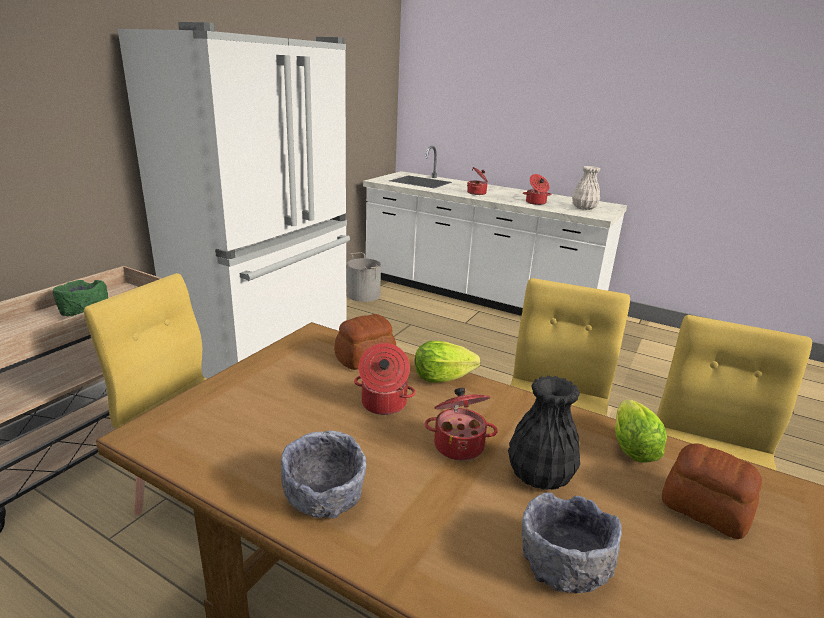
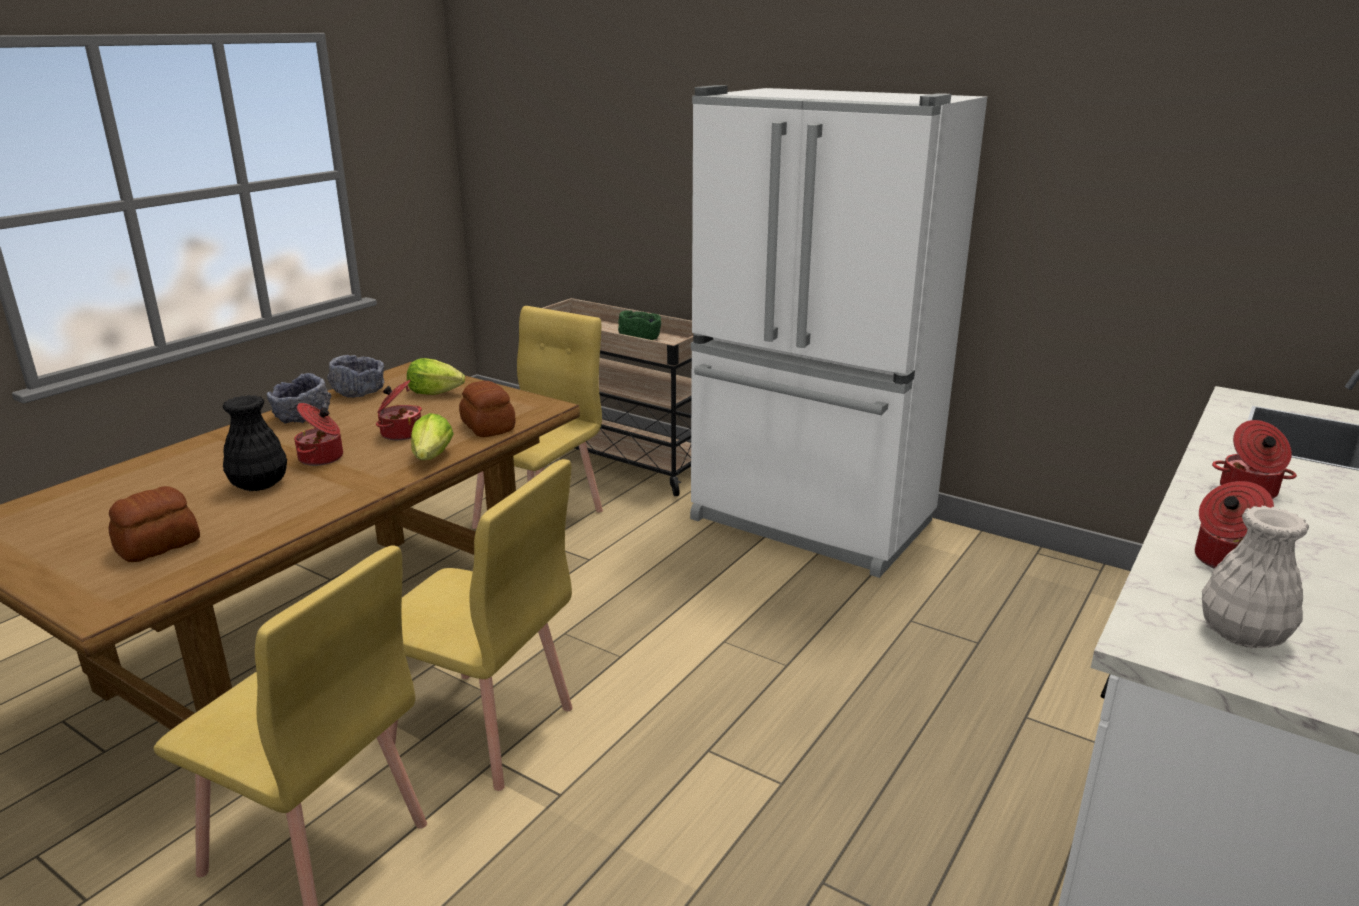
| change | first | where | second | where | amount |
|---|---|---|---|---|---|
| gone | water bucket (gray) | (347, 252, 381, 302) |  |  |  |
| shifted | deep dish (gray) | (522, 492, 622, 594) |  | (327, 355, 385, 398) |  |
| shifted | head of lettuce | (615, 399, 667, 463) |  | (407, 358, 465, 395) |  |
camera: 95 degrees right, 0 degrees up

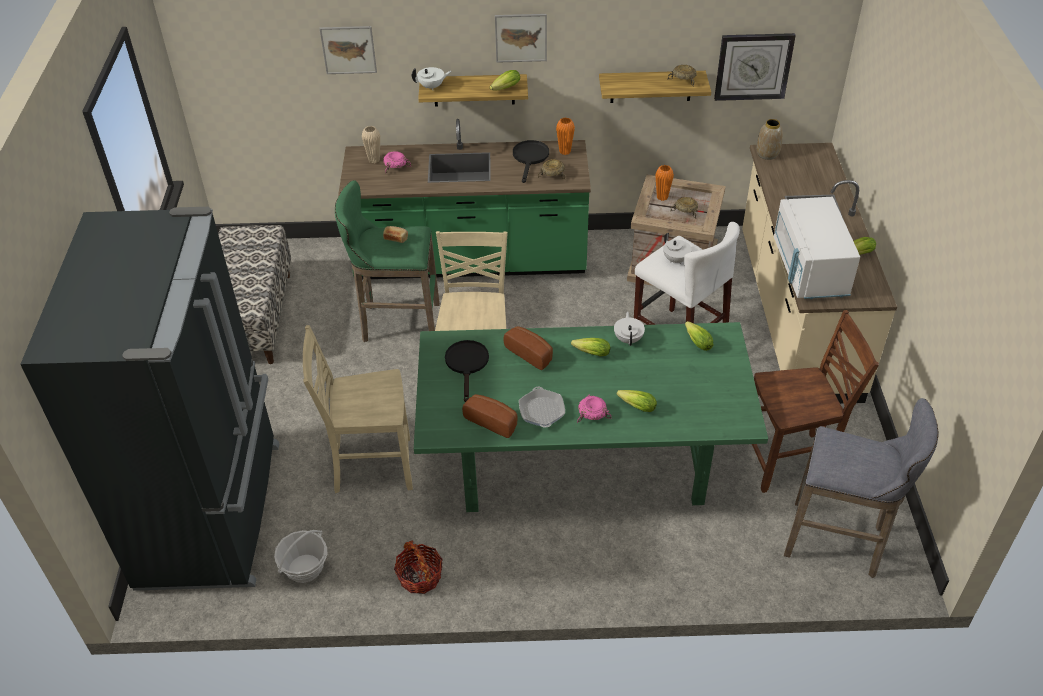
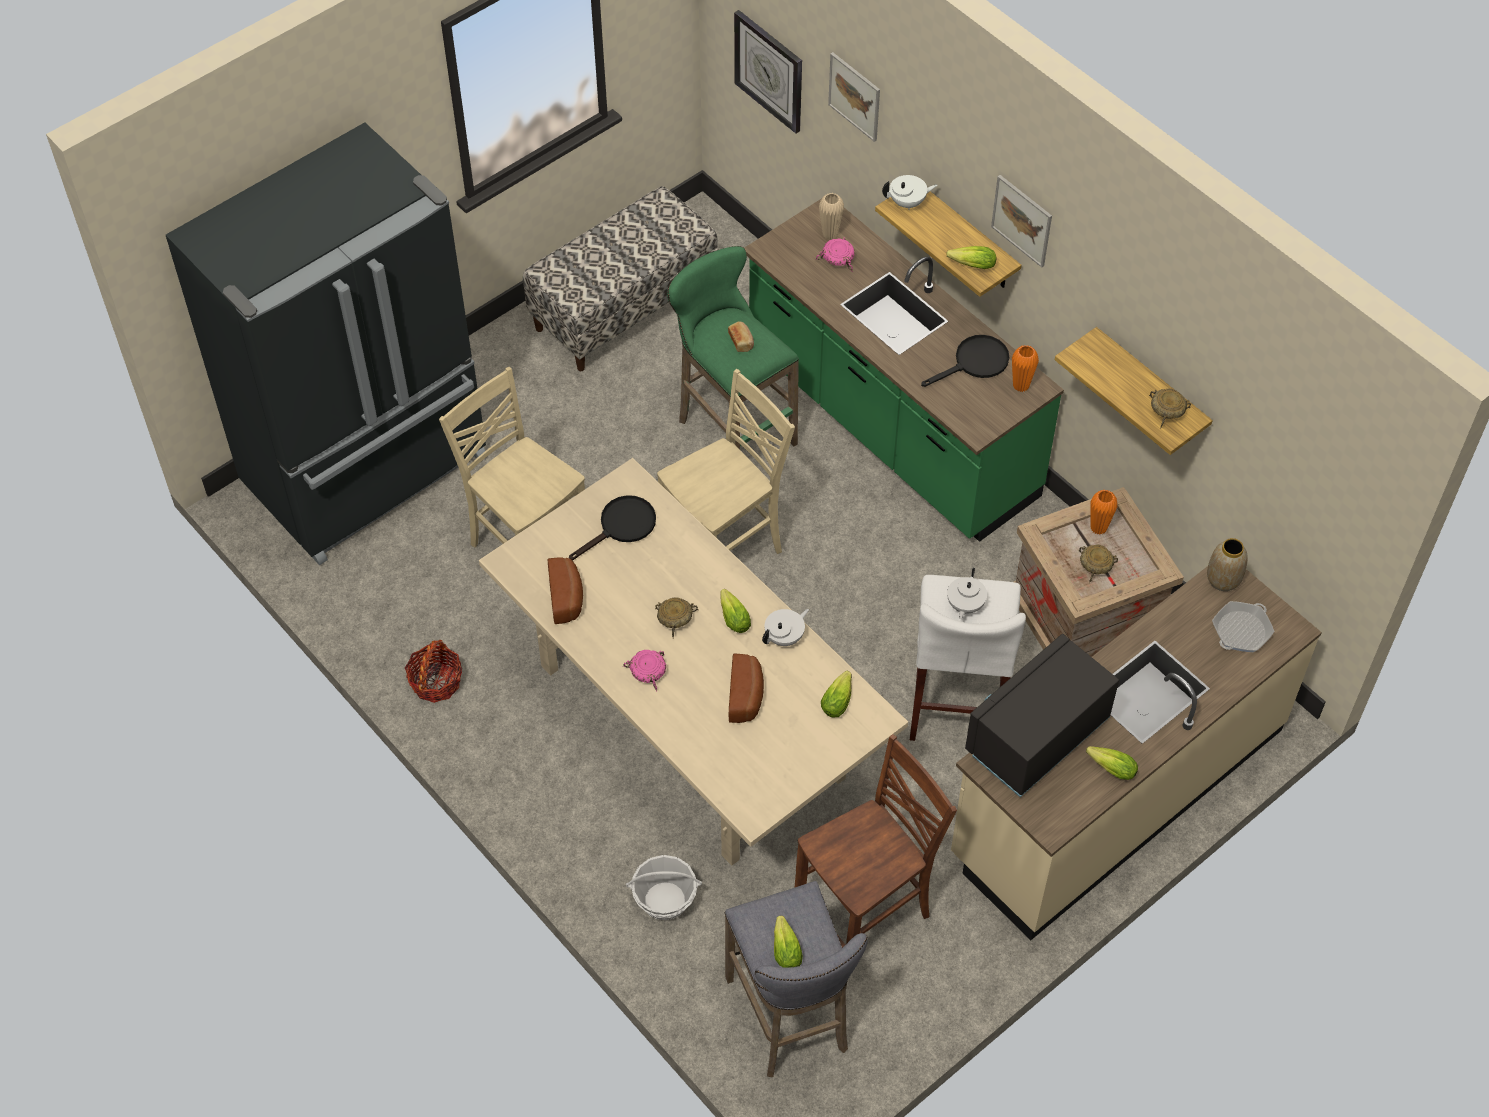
| change | first | where | second | where | amount |
|---|---|---|---|---|---|
| shifted | storage basket | (274, 530, 327, 583) |  | (626, 855, 702, 920) |  |
| rotated | teapot (white) | (412, 67, 451, 90) |  | (882, 175, 938, 210) | 45 degrees counterclockwise |
| repainted | dinner table (green) | (414, 322, 768, 512) | dinner table (beige-coloured) | (479, 458, 908, 866) |  |
| shifted | bread | (504, 326, 553, 370) |  | (729, 653, 764, 723) |  |
| shifted | skillet | (519, 387, 565, 427) |  | (1212, 601, 1274, 652) |  |
| shifted | deep dish (beige-coloured) | (538, 158, 565, 179) |  | (655, 597, 699, 639) |  |
| shifted | head of lettuce | (617, 390, 657, 412) |  | (774, 916, 803, 968) |  |
| shifted | wall clock | (714, 33, 796, 101) |  | (734, 10, 802, 134) |  |
| rotated | upright chair (brown-coloured) | (752, 310, 879, 493) |  | (795, 734, 957, 948) | 75 degrees counterclockwise |
| repainted | microwave oven (white) | (774, 197, 860, 299) | microwave oven (blackish) | (965, 634, 1119, 797) |  |
camera: 50 degrees right, 10 degrees up

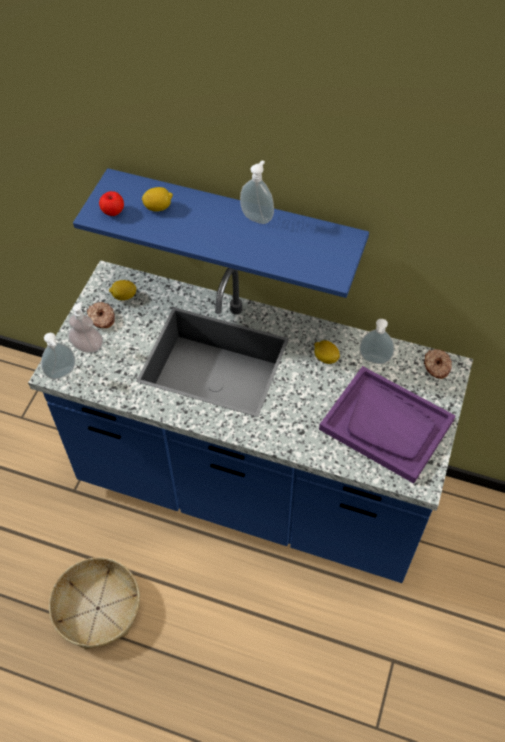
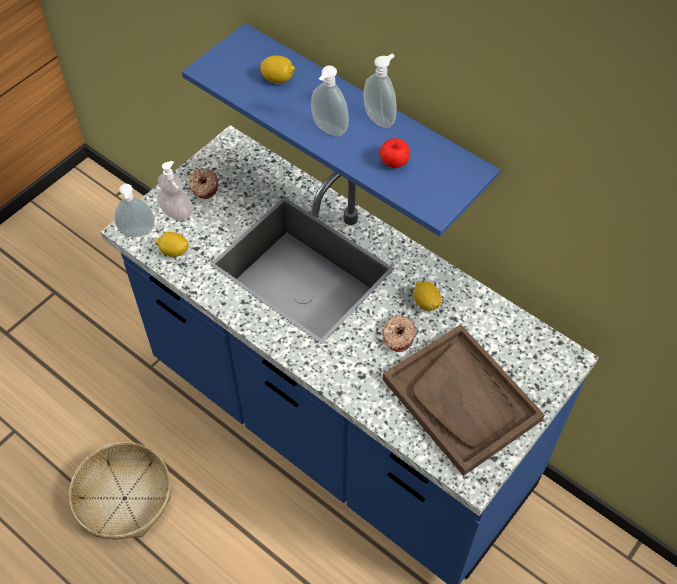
| change | first | where | second | where | amount |
|---|---|---|---|---|---|
| shifted | whole apple | (99, 191, 124, 216) |  | (380, 138, 410, 168) |  |
| shifted | lemon | (109, 280, 137, 300) |  | (156, 232, 189, 257) |  |
| repainted | serving tray (purplish) | (319, 366, 456, 484) | serving tray (brown-coloured) | (383, 324, 545, 476) |  |
| shifted | liquid soap bottle | (359, 319, 394, 364) |  | (311, 65, 349, 136) |  |
| shifted | doughnut | (424, 349, 452, 379) |  | (382, 314, 416, 352) |  |
camera: 20 degrees right, 0 degrees up

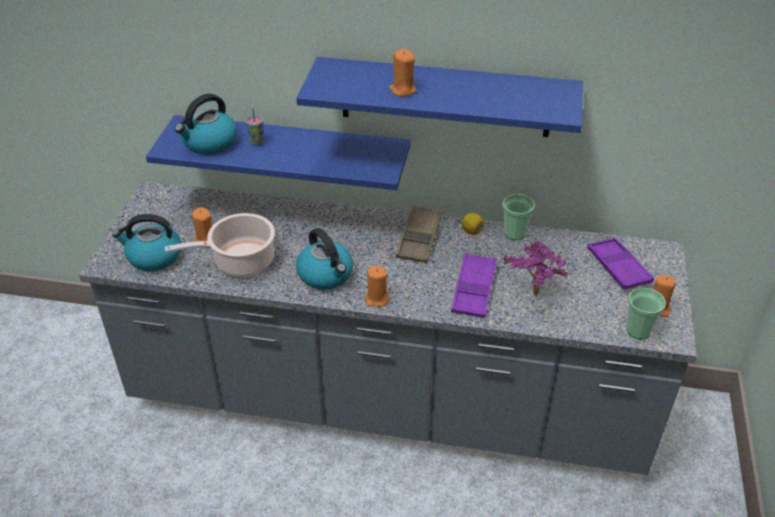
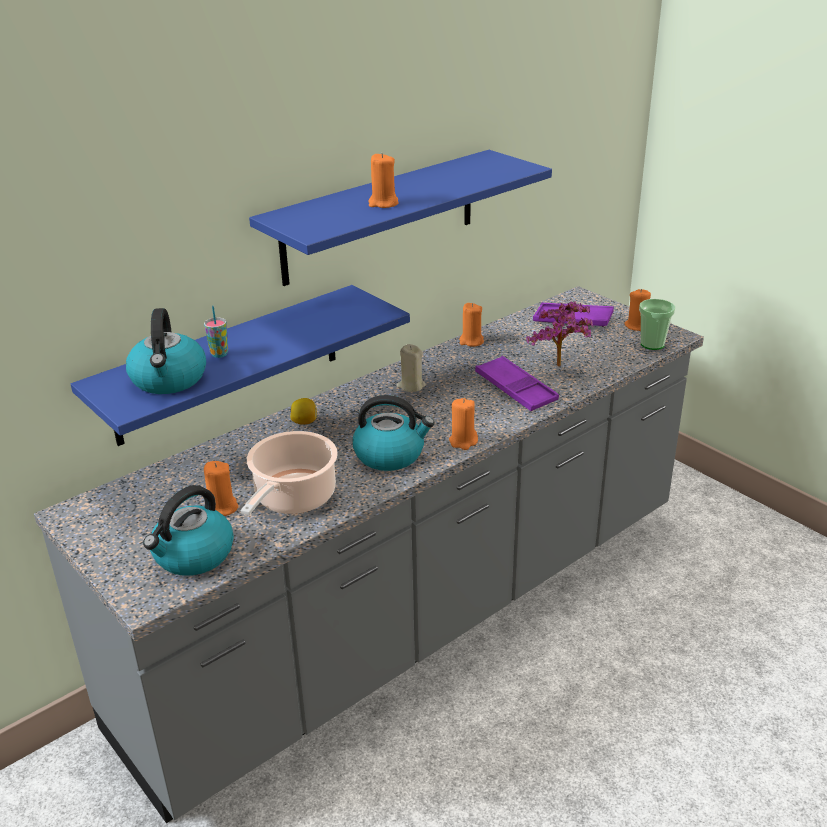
| change | first | where | second | where | amount |
|---|---|---|---|---|---|
| swapped | serving tray (brown-coloured) | (396, 205, 442, 263) | wax light (beige-coloured) | (396, 344, 426, 392) |  |
| shifted | lemon | (462, 213, 485, 235) |  | (290, 398, 317, 425) |  |
| swapped | drinking cup | (502, 194, 535, 240) | wax light (orange-coloured) | (459, 303, 484, 347) |  |
camera: 50 degrees left, 10 degrees down

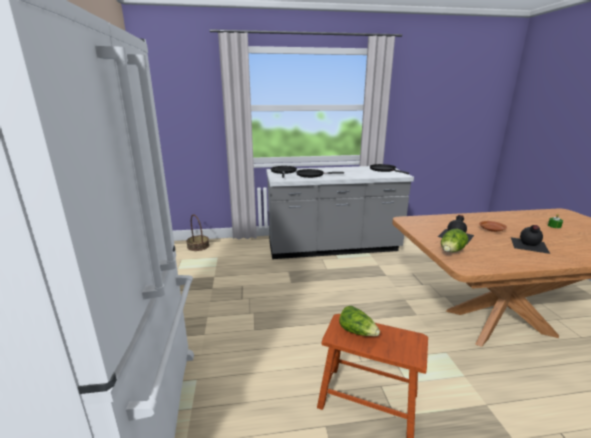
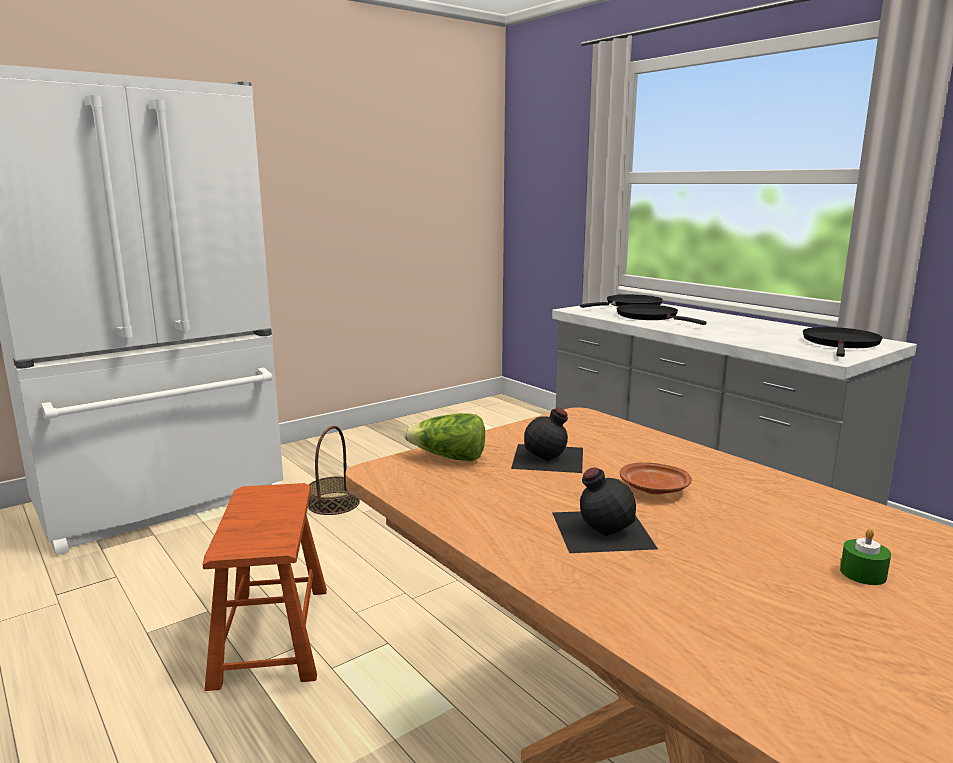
| change | first | where | second | where | amount |
|---|---|---|---|---|---|
| shifted | storage basket | (186, 215, 209, 251) |  | (308, 426, 360, 515) |  |
| gone | head of lettuce | (339, 306, 380, 336) |  |  |  |
camera: 60 degrees right, 5 degrees down

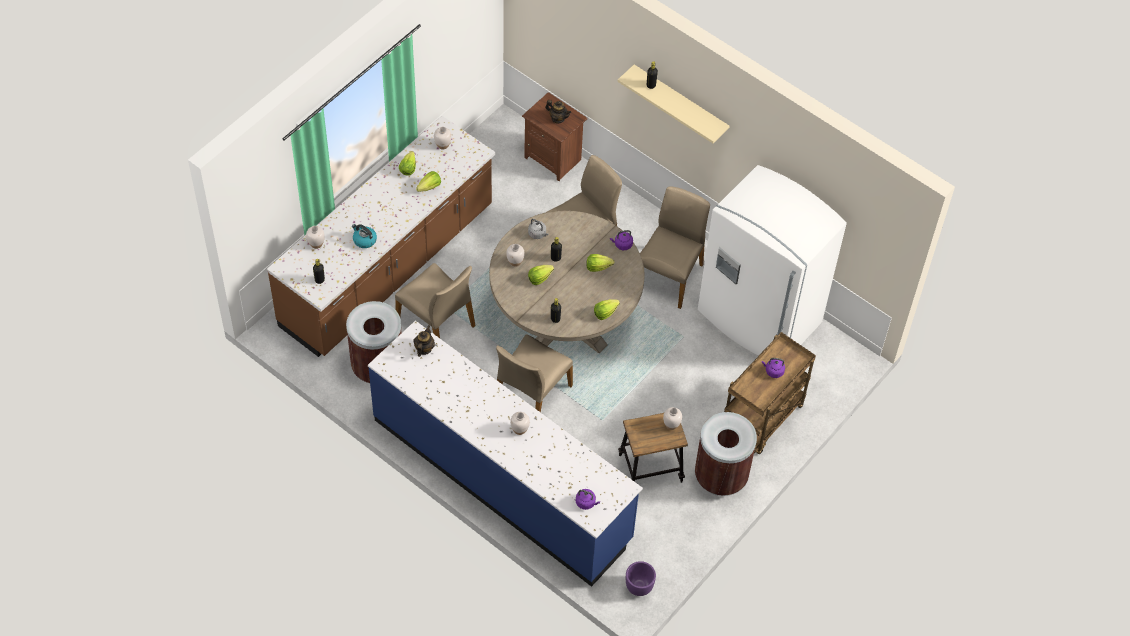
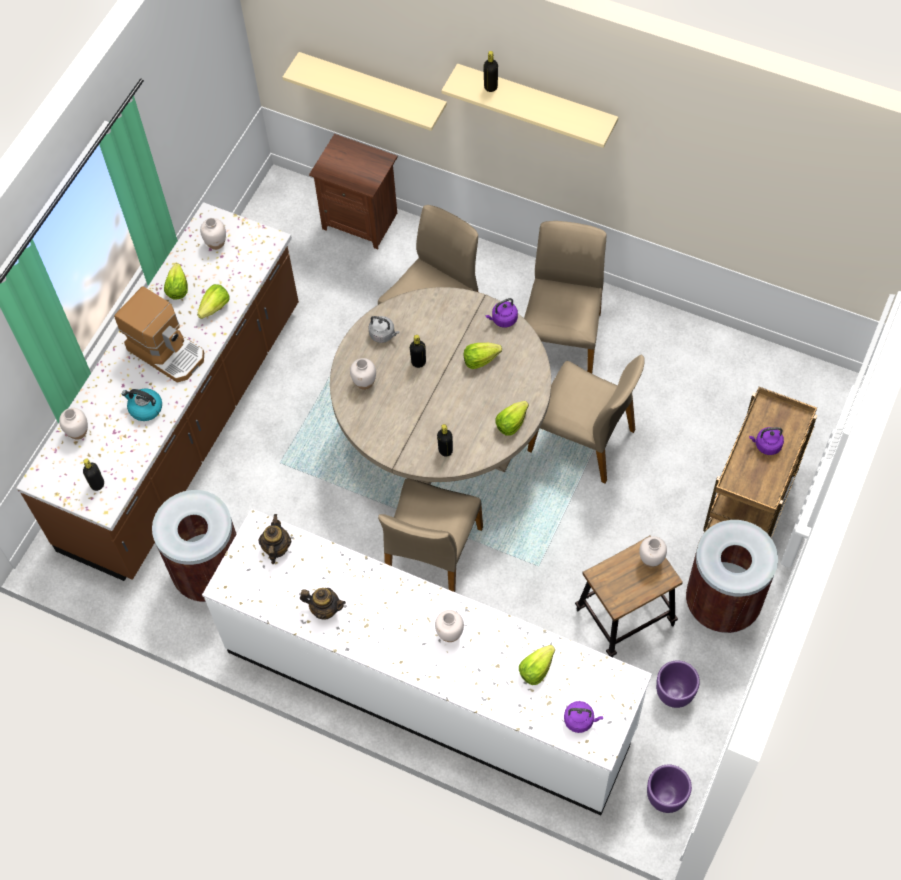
| change | first | where | second | where | amount |
|---|---|---|---|---|---|
| repainted | counter (blue-coloured) | (368, 321, 643, 587) | counter (white) | (202, 509, 652, 815) |  |
| shifted | upright chair (beige-coloured) | (395, 263, 475, 338) |  | (528, 355, 645, 483) |  |
| shifted | head of lettuce | (528, 265, 554, 285) |  | (519, 645, 555, 685) |  |
| shifted | teapot | (545, 100, 571, 124) |  | (300, 588, 346, 620) |  |
| gone | kitchen fridge (white) | (698, 165, 847, 356) |  |  |  |
| new |  |  | coffee maker | (114, 286, 204, 383) |  |
| new |  |  | wall shelf (beige-coloured) | (282, 52, 447, 131) |  |
| new |  |  | planter (purplish) | (656, 660, 700, 708) |  |
camera: 10 degrees left, 5 degrees up

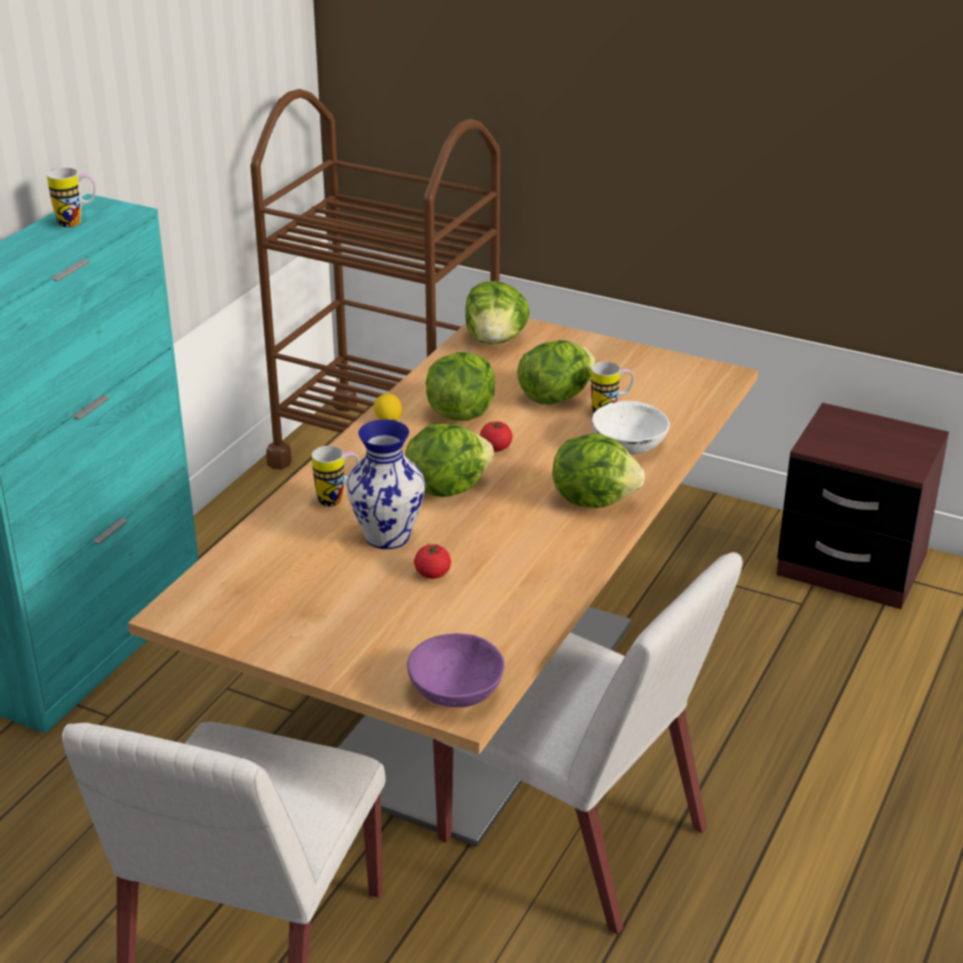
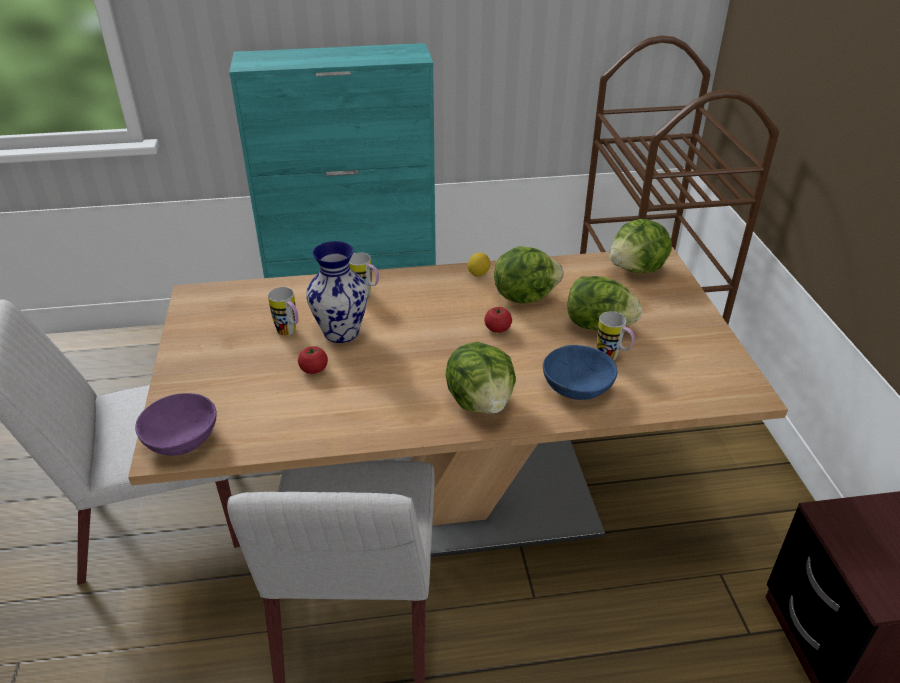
| change | first | where | second | where | amount |
|---|---|---|---|---|---|
| shifted | tea mug | (47, 168, 96, 227) |  | (268, 287, 299, 336) |  |
| gone | head of lettuce | (405, 424, 494, 497) |  |  |  |
| repainted | deep dish (white) | (592, 401, 670, 455) | deep dish (blue-coloured) | (543, 345, 617, 400) |  |
camera: 55 degrees right, 5 degrees up

